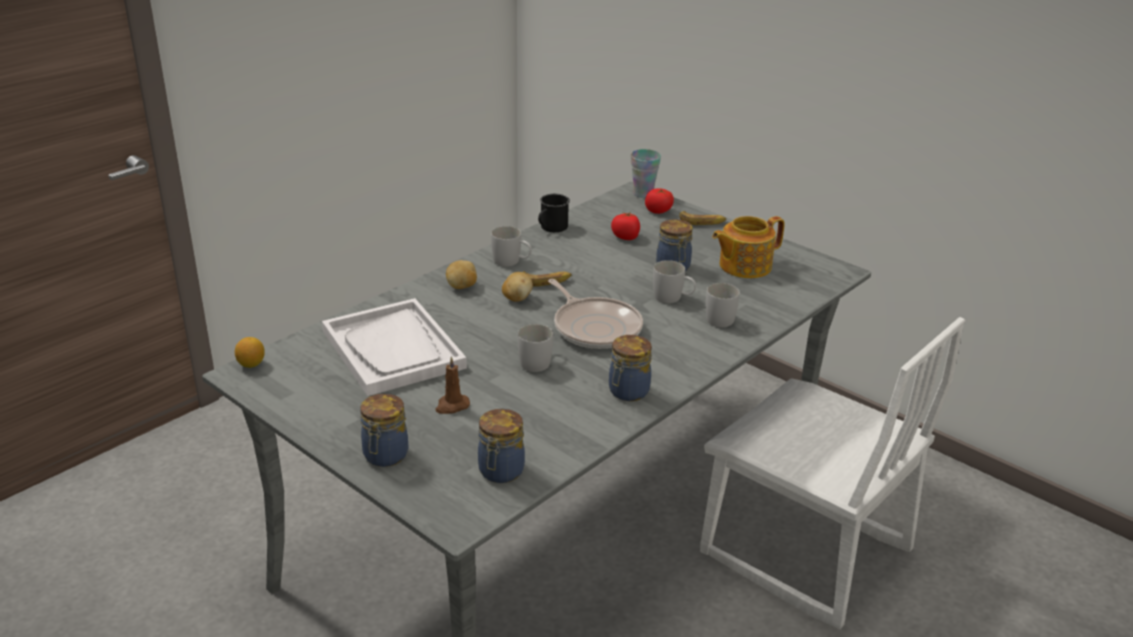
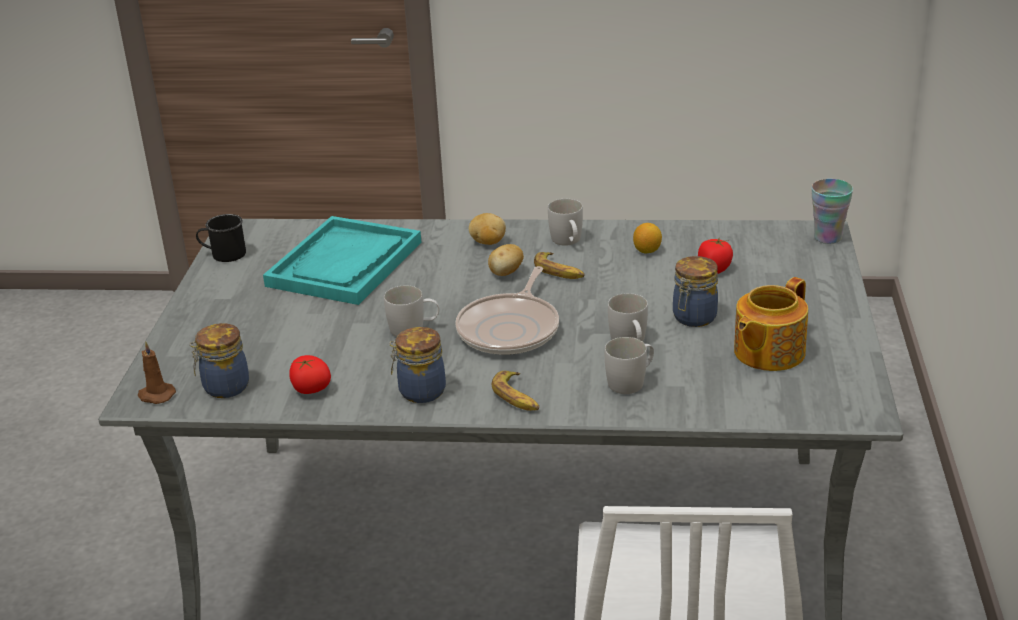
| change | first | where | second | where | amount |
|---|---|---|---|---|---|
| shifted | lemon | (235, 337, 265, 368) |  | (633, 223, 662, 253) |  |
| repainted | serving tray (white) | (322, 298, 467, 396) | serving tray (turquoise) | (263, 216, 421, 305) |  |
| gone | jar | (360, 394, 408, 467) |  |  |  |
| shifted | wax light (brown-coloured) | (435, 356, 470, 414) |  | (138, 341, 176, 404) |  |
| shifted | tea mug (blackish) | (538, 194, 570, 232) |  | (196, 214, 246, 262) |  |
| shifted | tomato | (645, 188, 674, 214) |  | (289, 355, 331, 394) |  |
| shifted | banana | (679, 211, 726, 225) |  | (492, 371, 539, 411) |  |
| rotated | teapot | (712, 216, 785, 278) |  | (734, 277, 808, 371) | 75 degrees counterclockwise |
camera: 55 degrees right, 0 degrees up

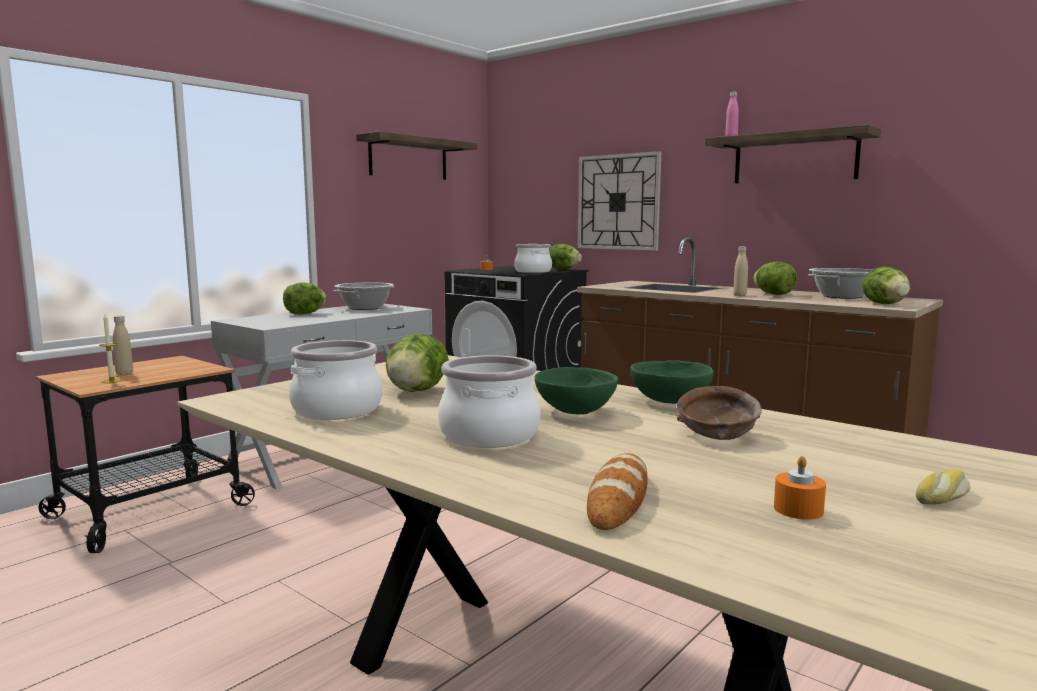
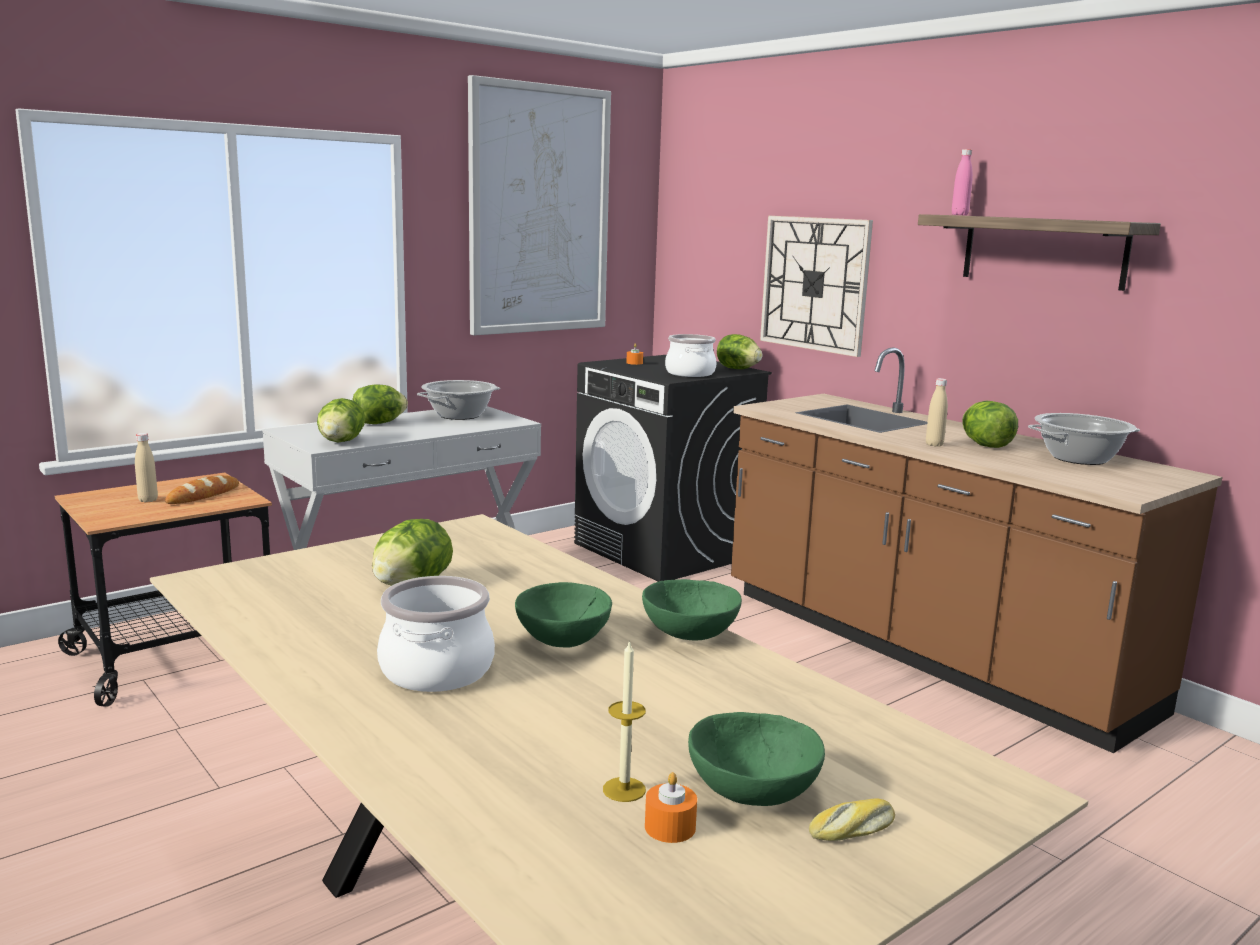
| change | first | where | second | where | amount |
|---|---|---|---|---|---|
| shifted | wax light | (99, 314, 122, 383) |  | (603, 640, 646, 802) |  |
| gone | saucepot | (289, 340, 382, 420) |  |  |  |
| swapped | wall shelf | (356, 131, 477, 180) | wall picture | (468, 75, 611, 335) |  |
| shifted | bread | (587, 453, 648, 530) |  | (165, 475, 239, 504) |  |
| gone | deep dish (brown-coloured) | (677, 386, 762, 440) |  |  |  |
| shifted | head of lettuce | (862, 266, 910, 304) |  | (317, 398, 365, 442) |  |
| new |  |  | deep dish (green) | (688, 712, 825, 806) |  |
camera: 10 degrees right, 5 degrees up

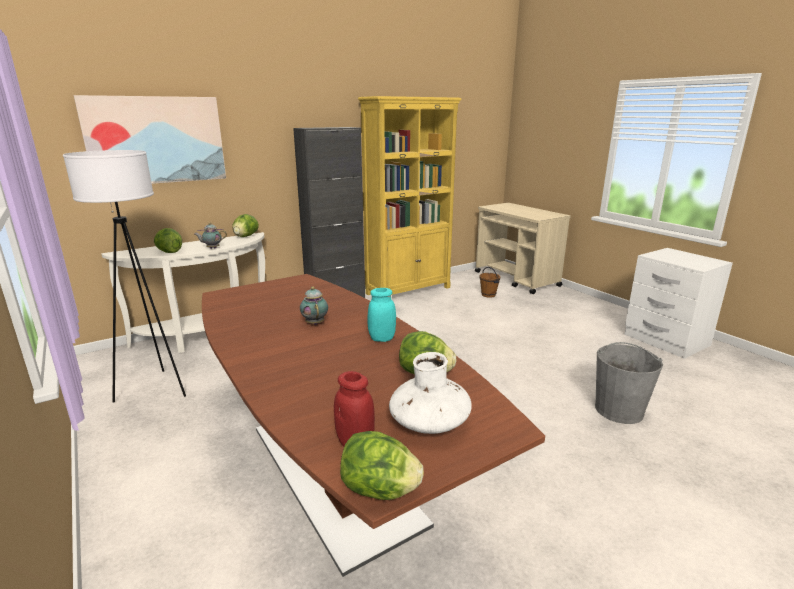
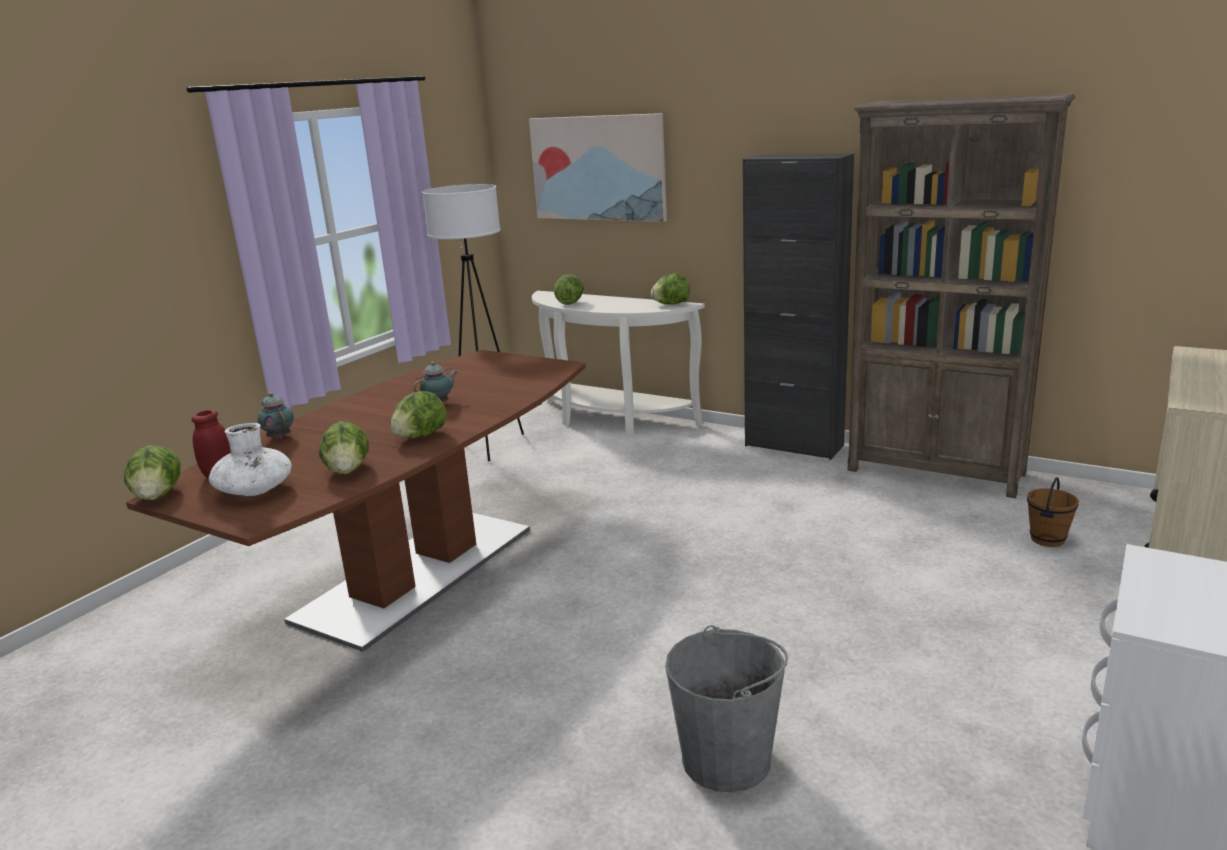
| change | first | where | second | where | amount |
|---|---|---|---|---|---|
| shifted | teapot | (194, 223, 227, 249) |  | (257, 392, 294, 439) |  |
| repainted | bookcase (yellow-coloured) | (358, 96, 462, 295) | bookcase (brown-coloured) | (848, 94, 1075, 498) |  |
| swapped | jar (turquoise) | (368, 288, 396, 342) | head of lettuce | (391, 391, 447, 439) |  |
camera: 65 degrees right, 0 degrees up

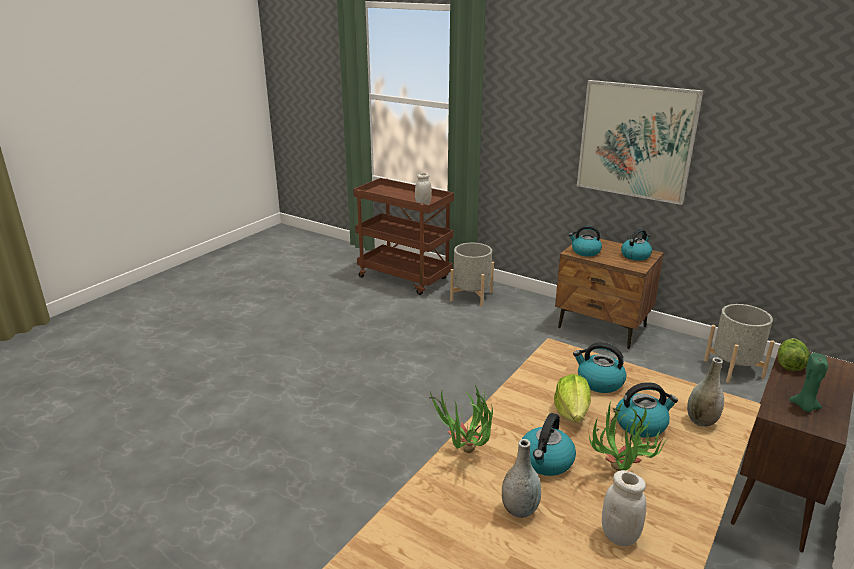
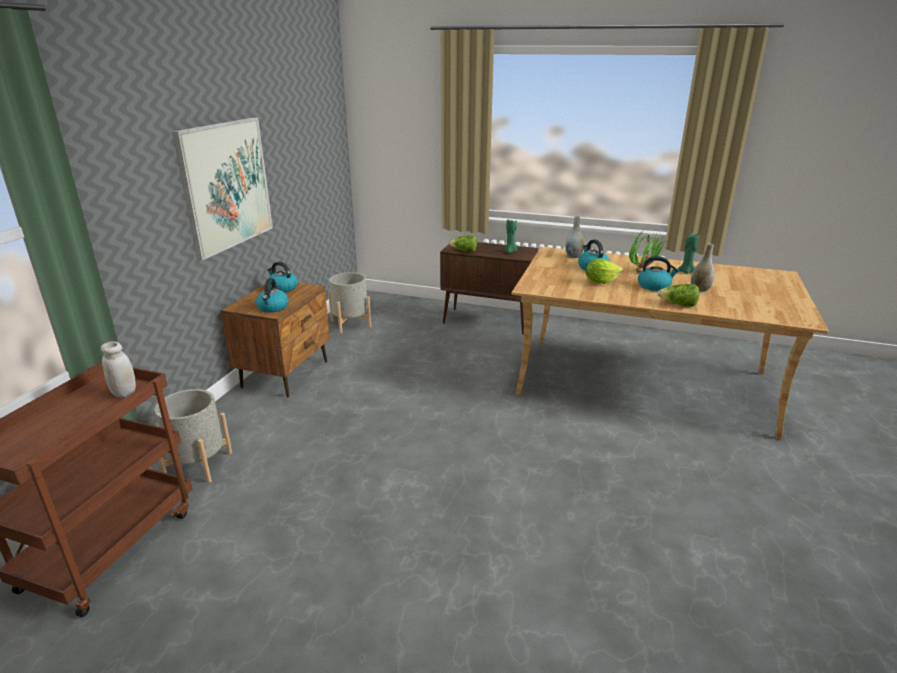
| change | first | where | second | where | amount |
|---|---|---|---|---|---|
| swapped | plant in a pot | (428, 385, 493, 453) | head of lettuce | (657, 284, 699, 307) |  |
| gone | water kettle | (573, 342, 626, 393) |  |  |  |
| swapped | jar (white) | (602, 470, 646, 546) | wax light (green) | (677, 234, 699, 274) |  |
camera: 105 degrees left, 0 degrees up

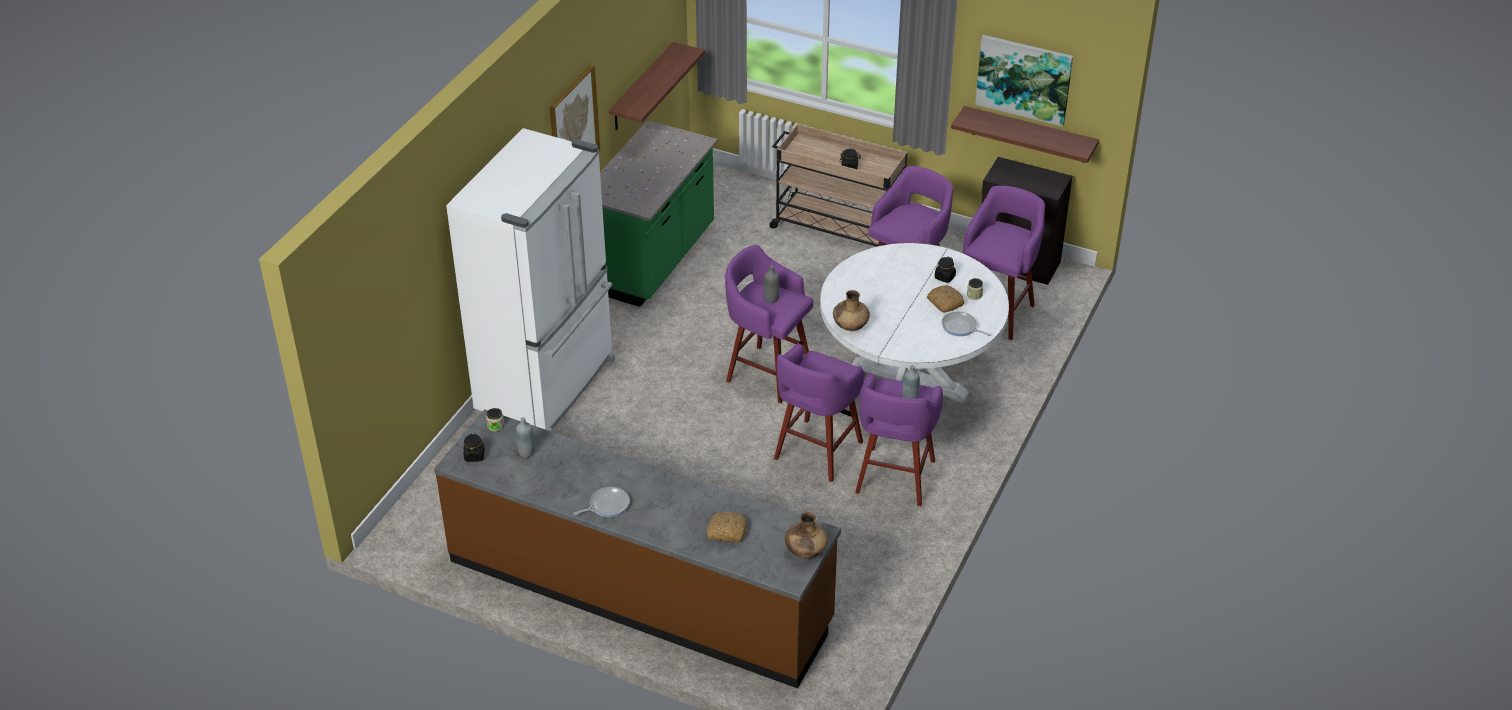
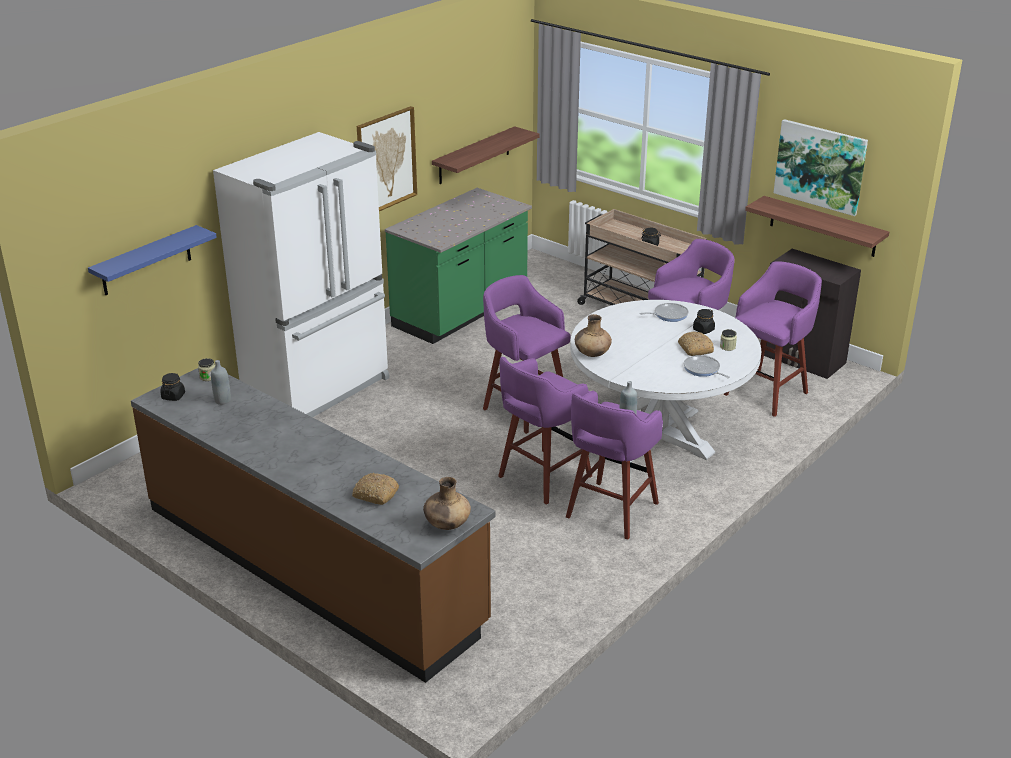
| change | first | where | second | where | amount |
|---|---|---|---|---|---|
| shifted | skillet | (573, 487, 630, 517) |  | (639, 303, 689, 322) |  |
| gone | beverage bottle (gray) | (764, 265, 779, 303) |  |  |  |
| new |  |  | wall shelf (blue-coloured) | (88, 225, 217, 295) |  |
camera: 15 degrees right, 10 degrees down

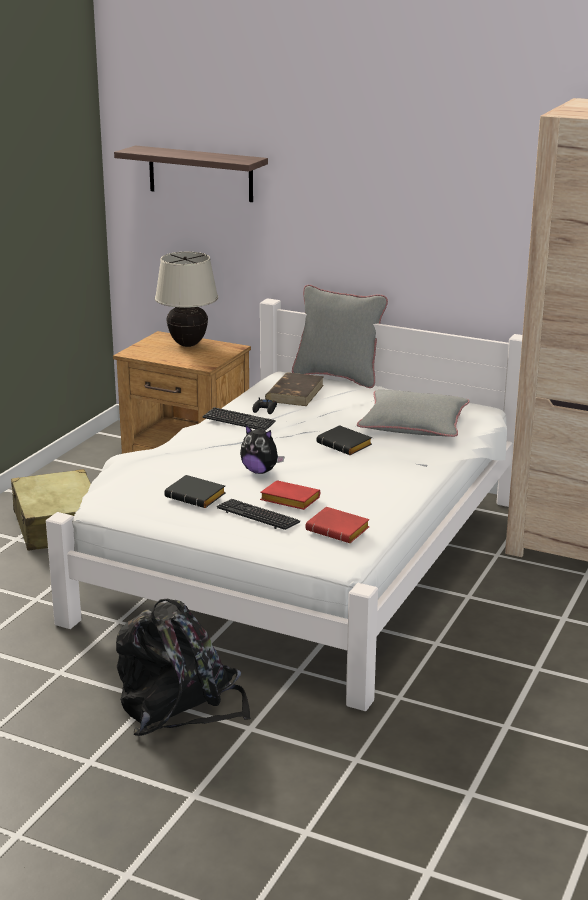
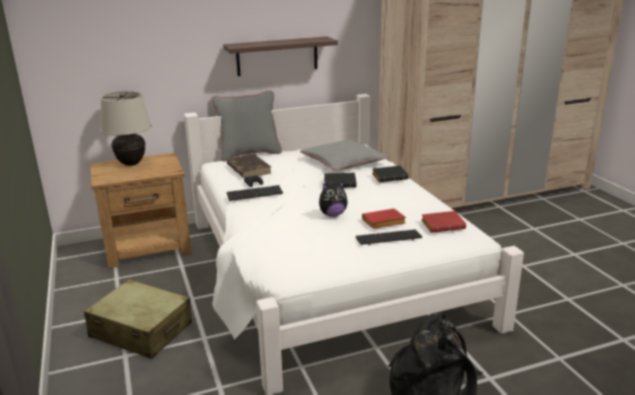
| change | first | where | second | where | amount |
|---|---|---|---|---|---|
| shifted | wall shelf | (114, 145, 268, 202) |  | (223, 36, 338, 76) |  |
| shifted | volume (blackish) | (164, 475, 226, 508) |  | (372, 166, 409, 182) |  |
camera: 45 degrees left, 0 degrees up

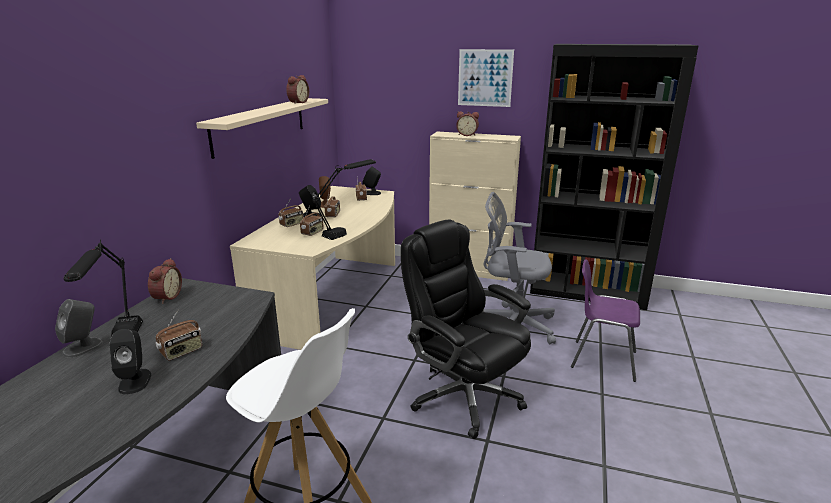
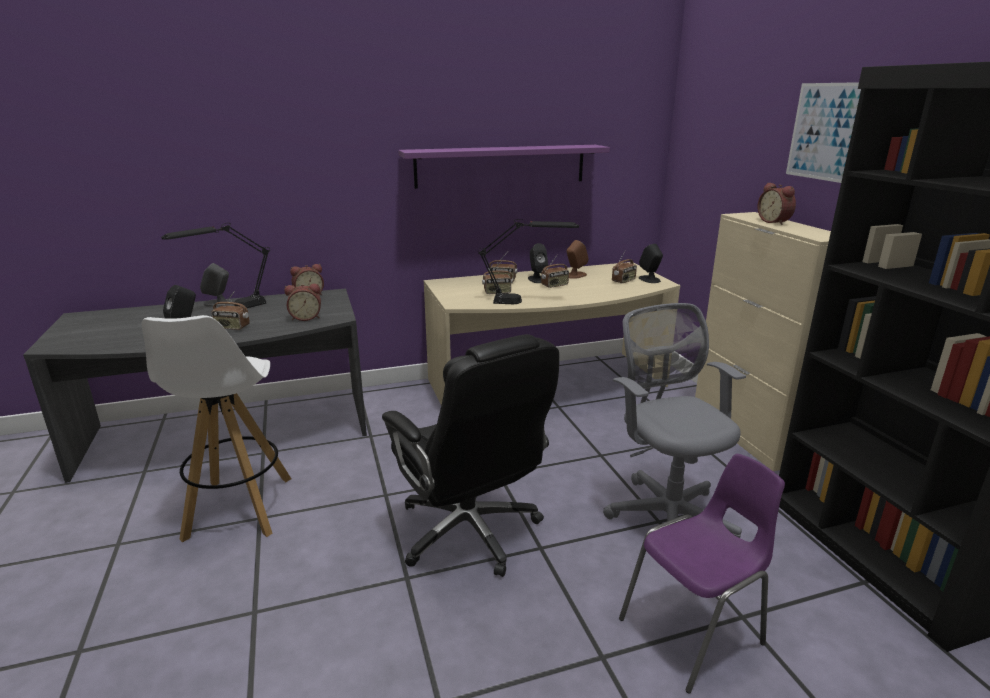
| change | first | where | second | where | amount |
|---|---|---|---|---|---|
| repainted | wall shelf (beige-coloured) | (196, 98, 328, 159) | wall shelf (purplish) | (398, 145, 610, 189) |  |
| shifted | table clock | (286, 75, 309, 103) |  | (284, 284, 321, 321) |  |
| rotated | computer chair (blackish) | (401, 219, 531, 439) |  | (382, 334, 559, 577) | 135 degrees clockwise |
| rotated | upright chair (purplish) | (571, 259, 640, 382) |  | (619, 454, 785, 693) | 75 degrees clockwise |
camera: 55 degrees right, 0 degrees up

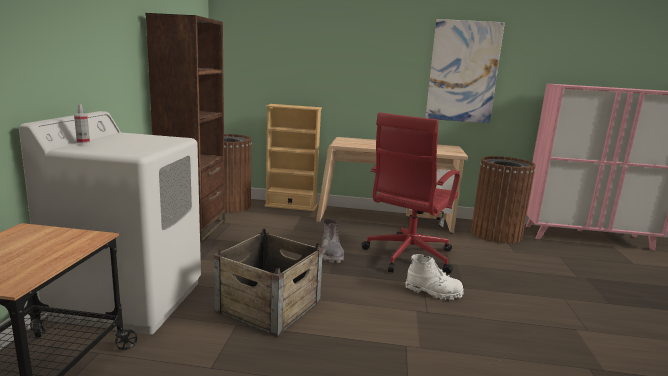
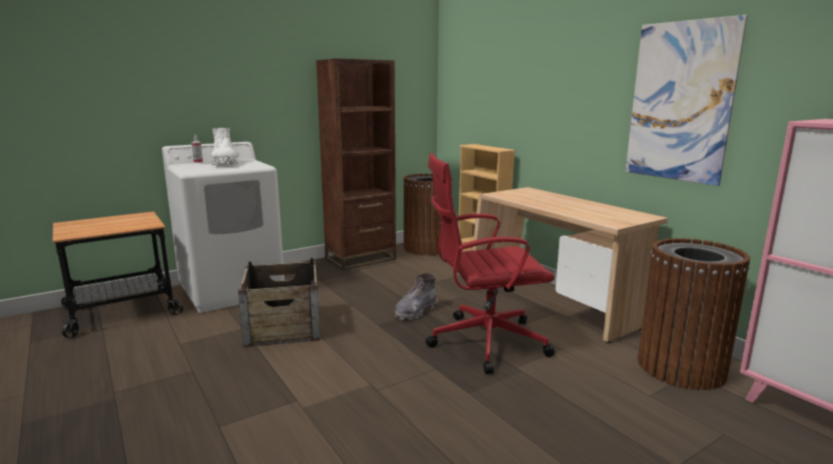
| change | first | where | second | where | amount |
|---|---|---|---|---|---|
| shifted | boot (white) | (405, 254, 464, 301) |  | (211, 128, 238, 165) |  |
camera: 50 degrees right, 0 degrees up

